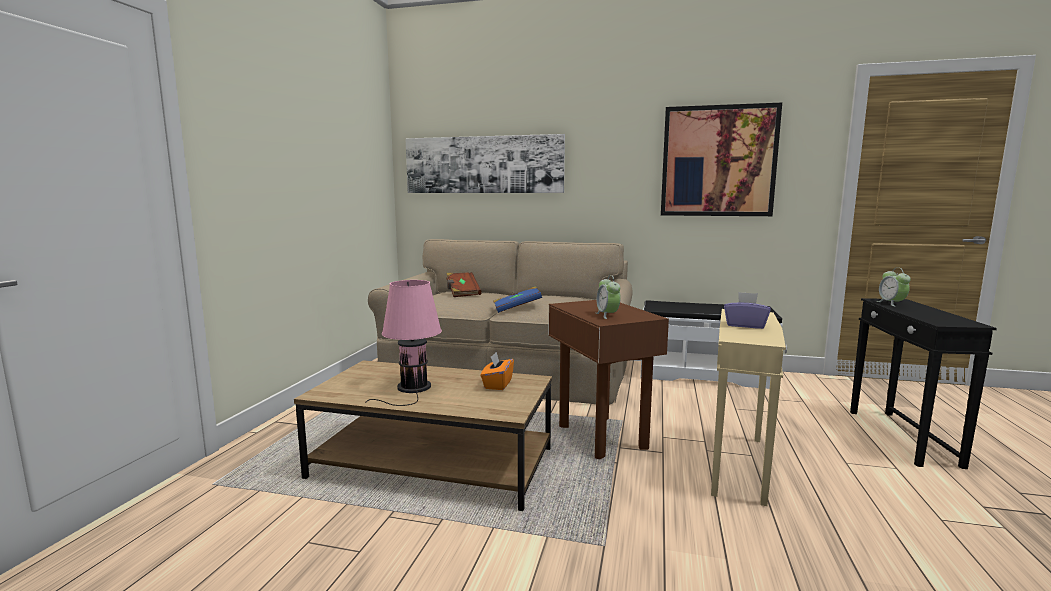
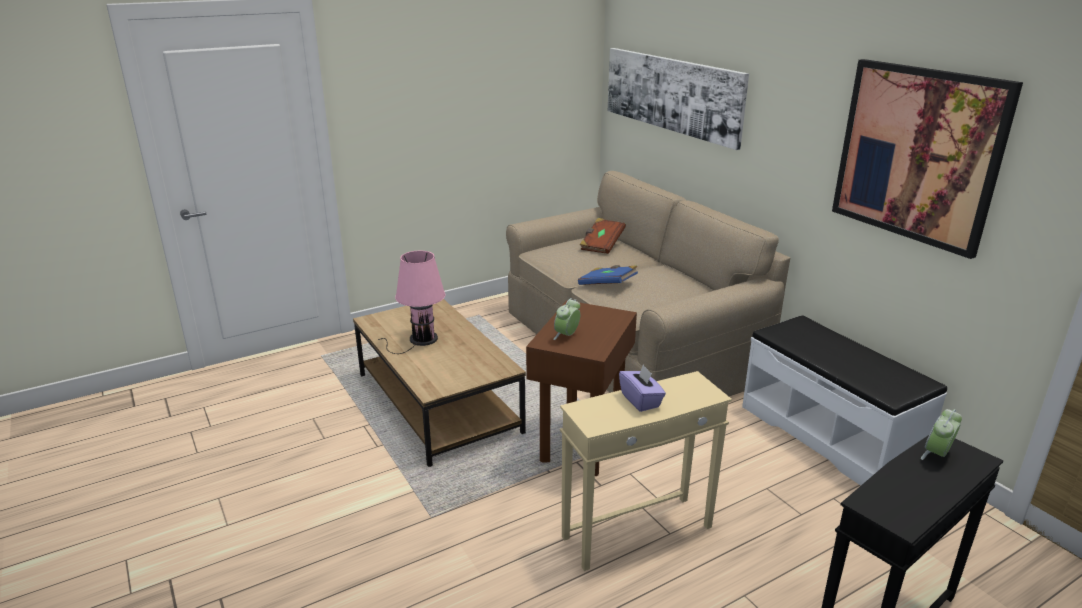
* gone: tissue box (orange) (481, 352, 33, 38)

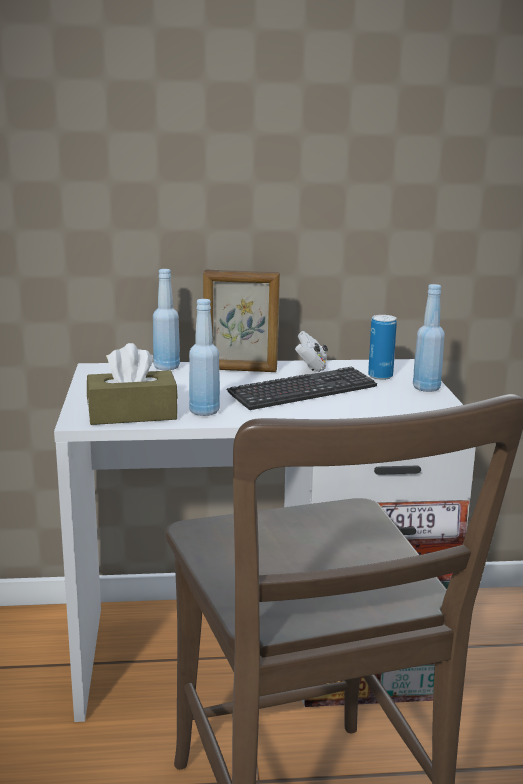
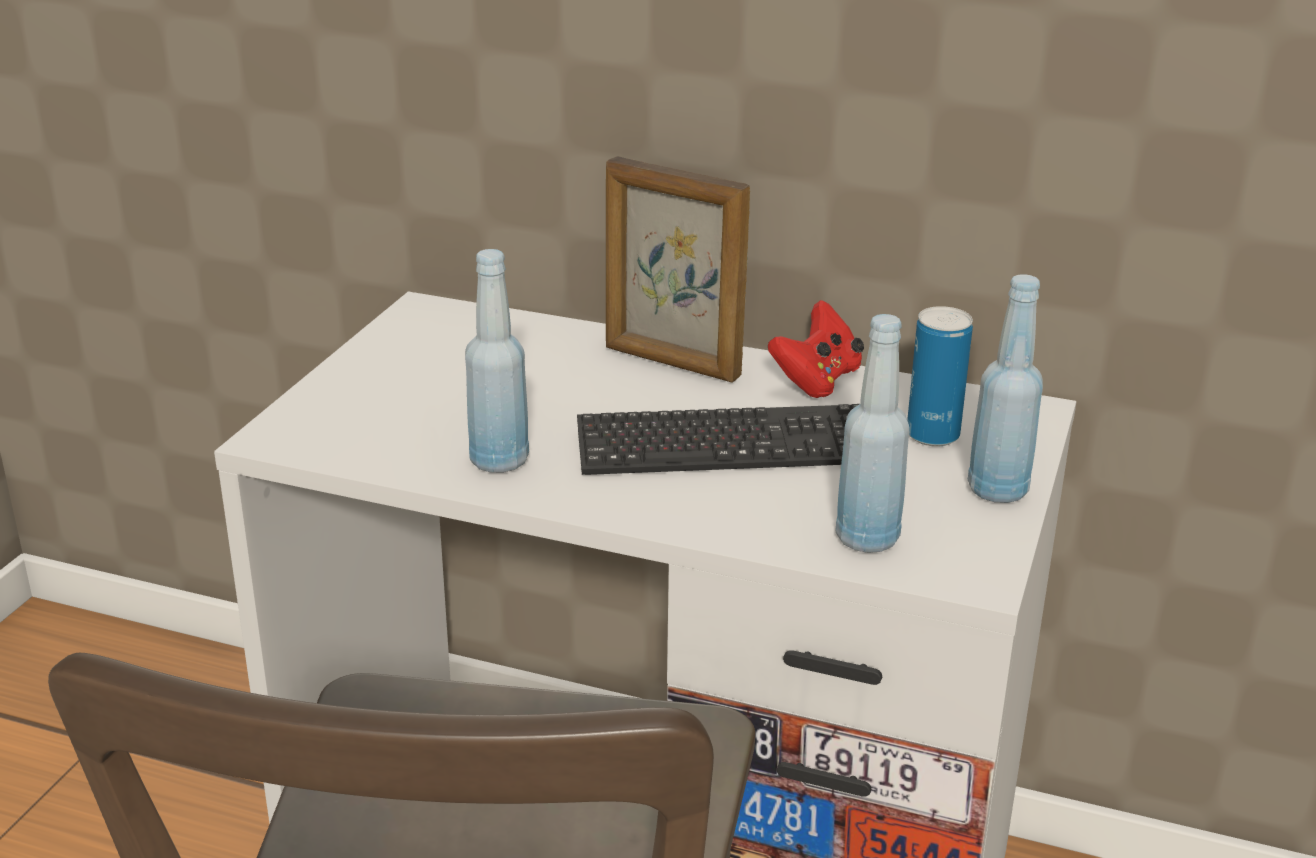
* shifted: bottle (blue) (153, 269, 27, 102) to (835, 314, 75, 239)
* repainted: game controller (white) (295, 331, 33, 41) to game controller (red) (768, 300, 96, 98)
* gone: tissue box (brown) (87, 343, 91, 82)

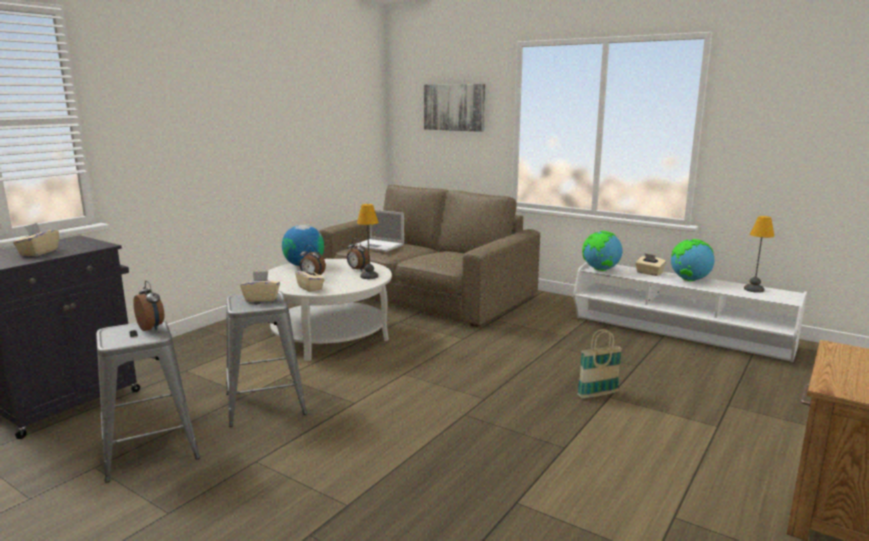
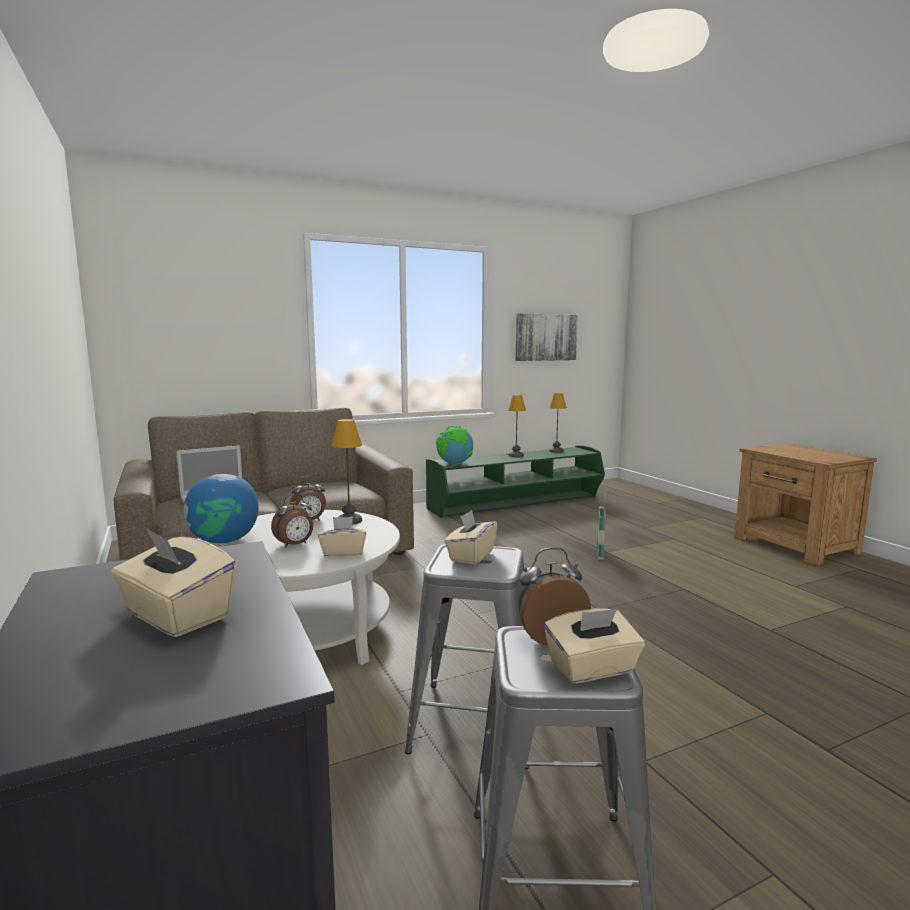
* shifted: picture (424, 84, 61, 48) to (516, 313, 62, 48)
* swapped: globe (671, 239, 43, 42) to table lamp (508, 395, 18, 62)
* shifted: tissue box (beige) (635, 253, 31, 23) to (544, 608, 101, 75)
* repainted: tv stand (white) (573, 262, 234, 100) to tv stand (green) (426, 445, 179, 73)

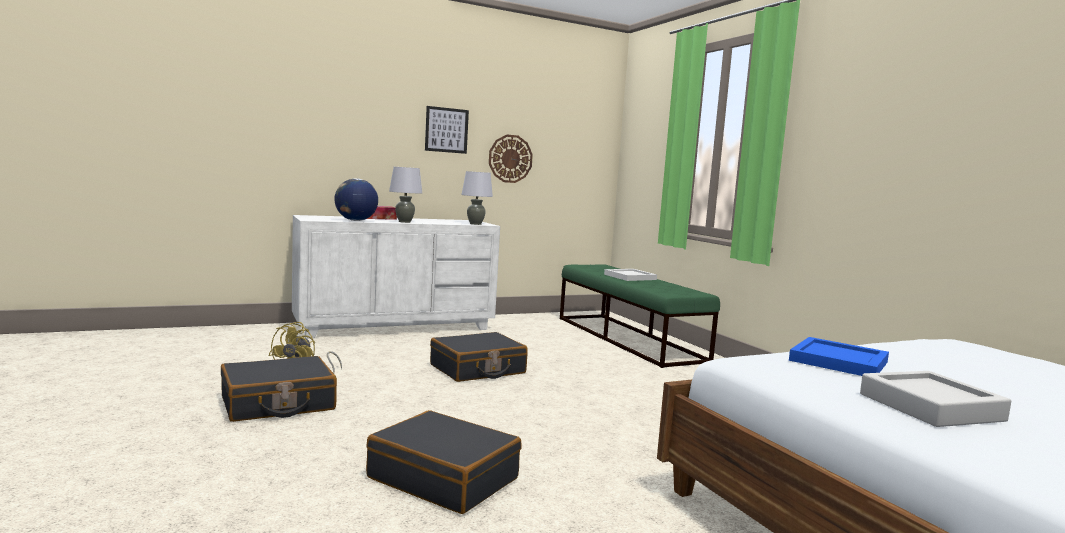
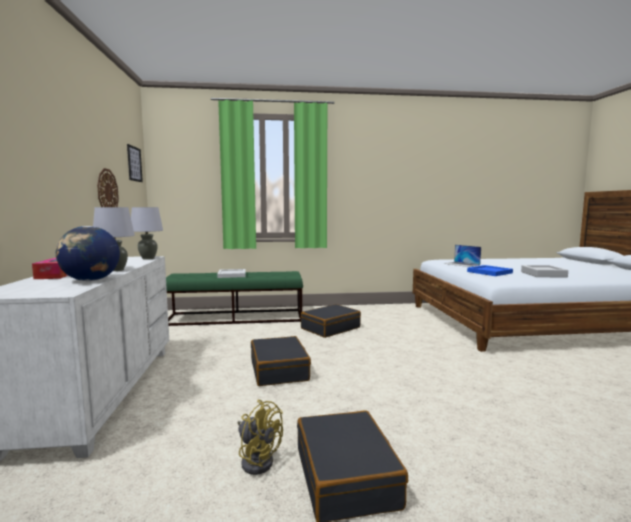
* shifted: picture (425, 106, 44, 48) to (127, 144, 16, 38)
* shifted: suitcase (black) (366, 410, 156, 104) to (301, 304, 60, 34)
* new: laptop (443, 245, 38, 22)

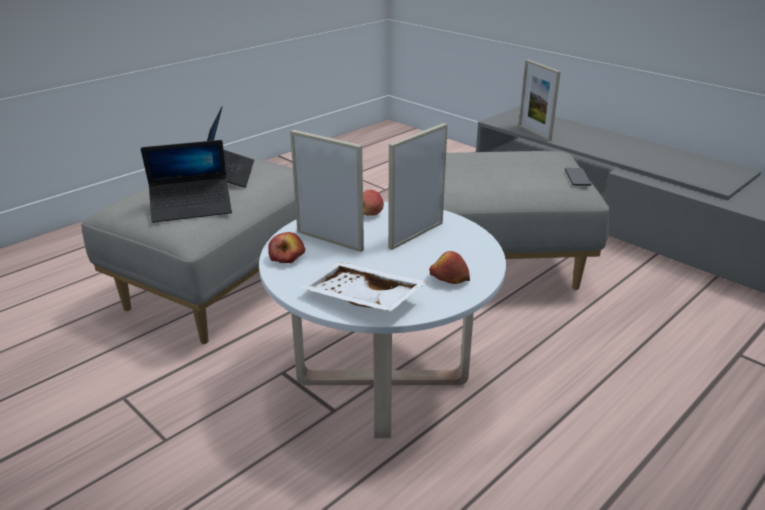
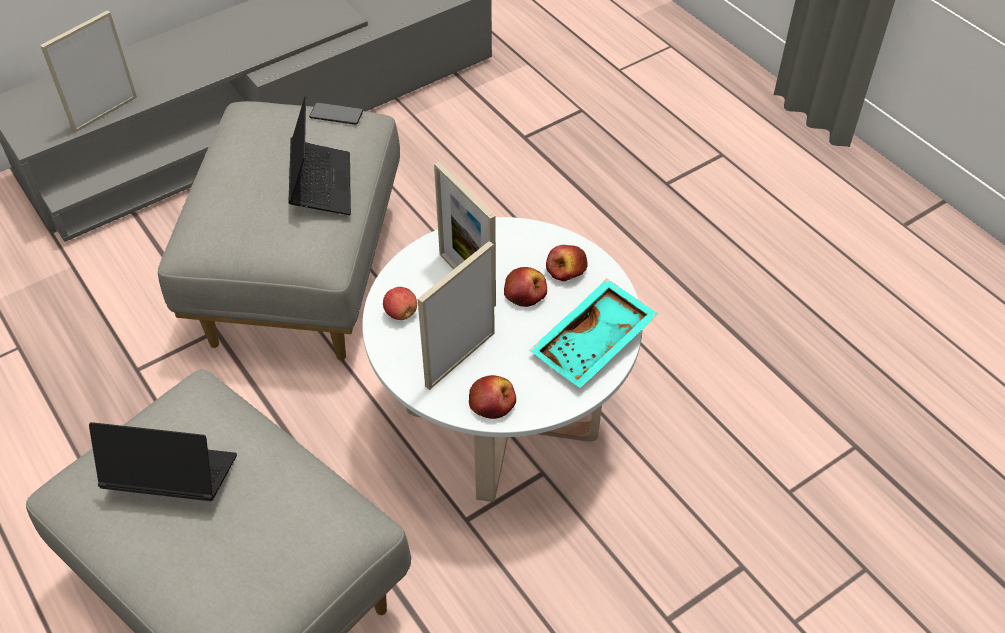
* rotated: picture frame (518, 59, 43, 82) = (40, 10, 97, 123) 150 degrees clockwise
* shifted: laptop (141, 140, 91, 83) to (288, 95, 63, 120)
* repainted: tray (white) (301, 262, 127, 50) to tray (turquoise) (529, 279, 129, 109)
* new: apple (504, 267, 43, 40)

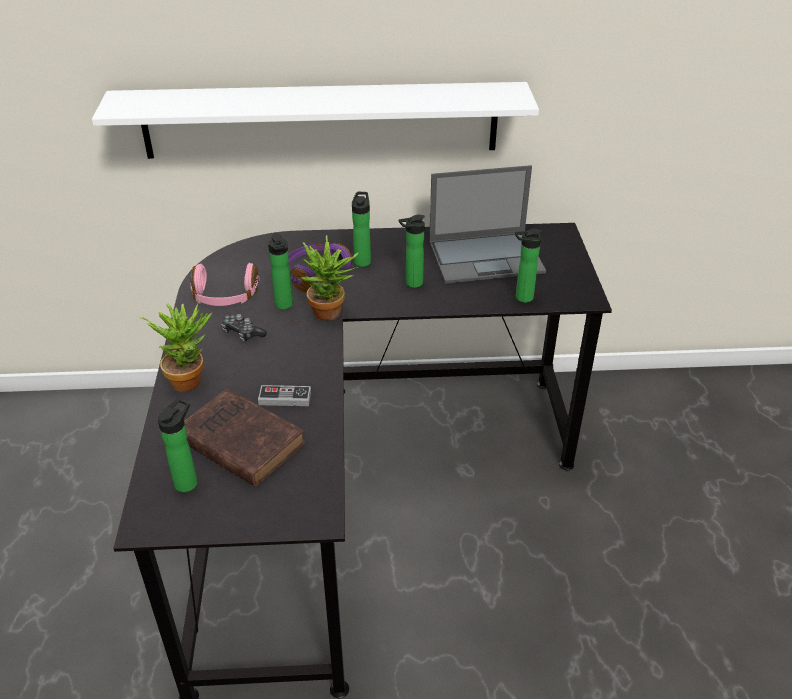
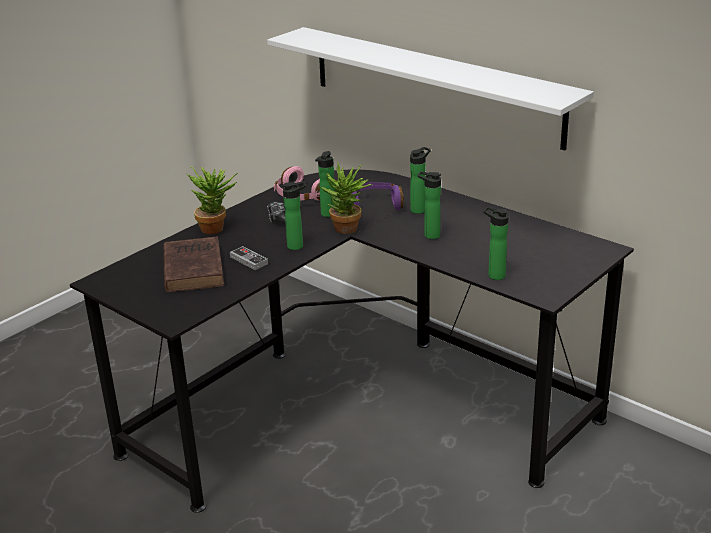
* gone: laptop (429, 165, 117, 119)
* shifted: bottle (158, 398, 39, 94) to (282, 181, 24, 69)

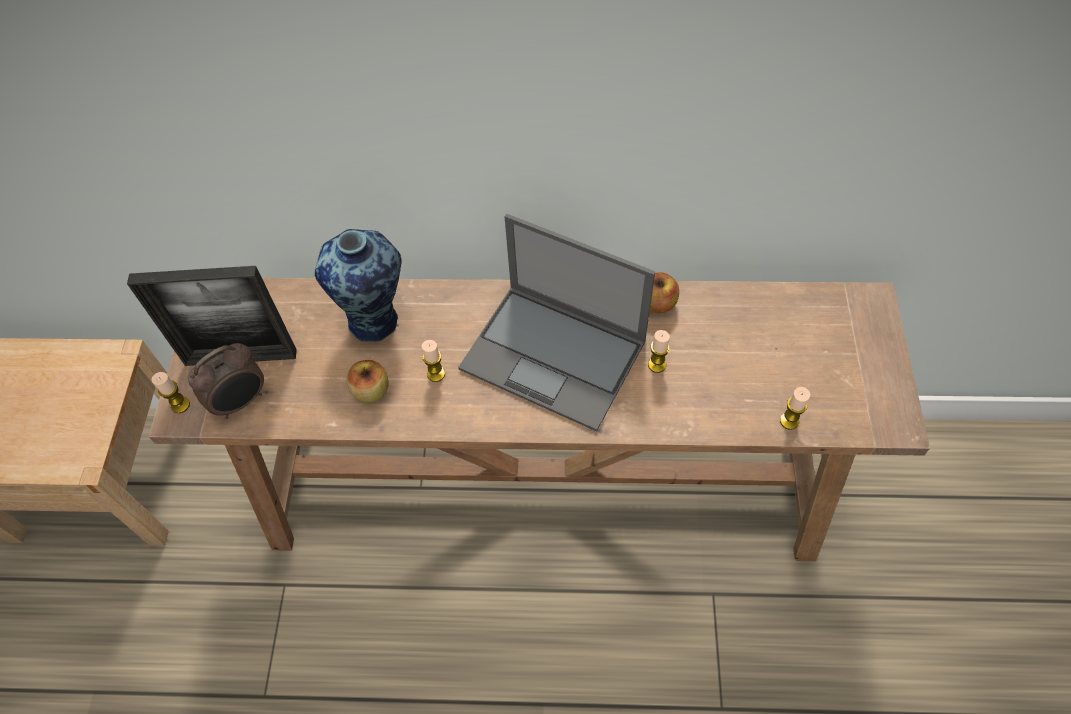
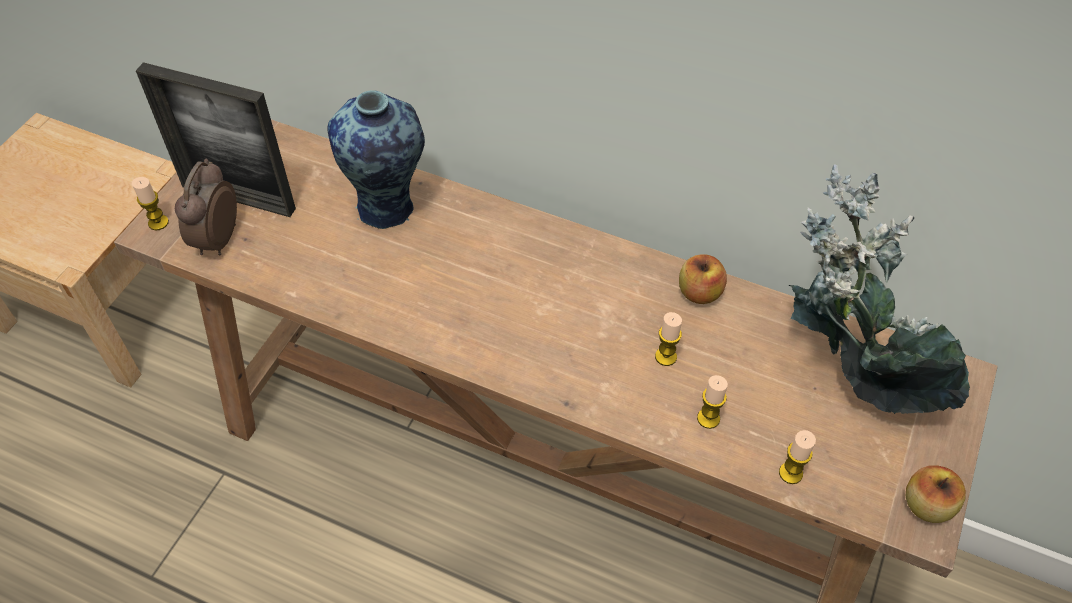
* gone: laptop (458, 214, 197, 218)
* shifted: candle (422, 340, 23, 42) to (697, 375, 31, 54)
* rotated: alarm clock (188, 343, 76, 76) = (175, 159, 62, 97) 120 degrees clockwise
* shifted: apple (347, 360, 42, 43) to (906, 465, 60, 58)
* new: potted plant (789, 164, 181, 250)

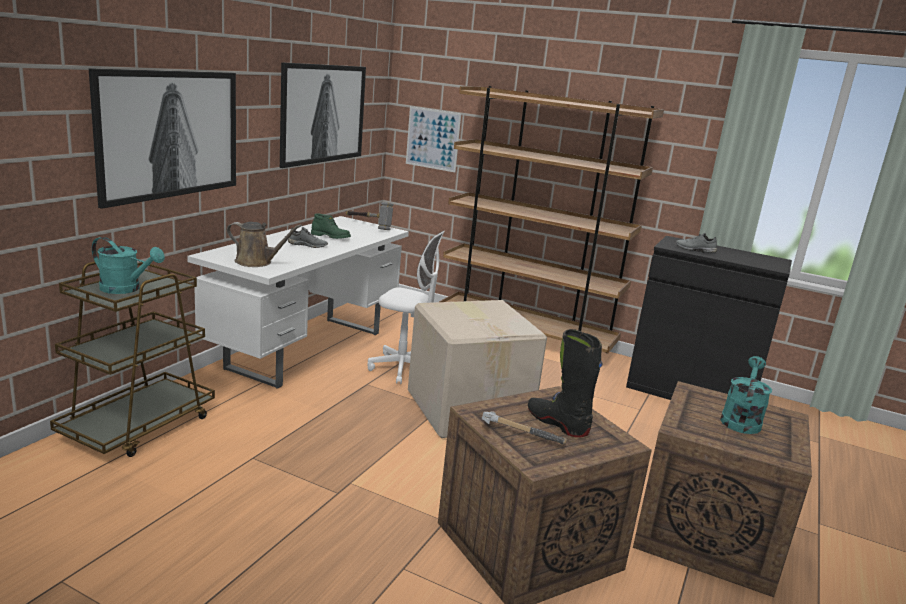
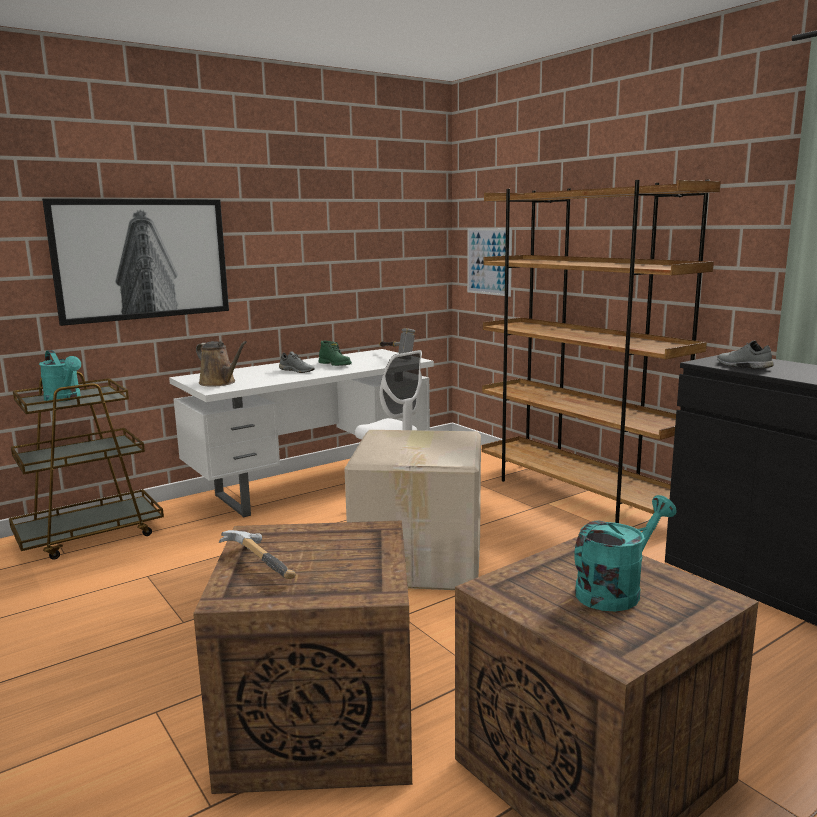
* gone: picture (280, 62, 86, 106)
* gone: boot (black) (528, 329, 75, 108)

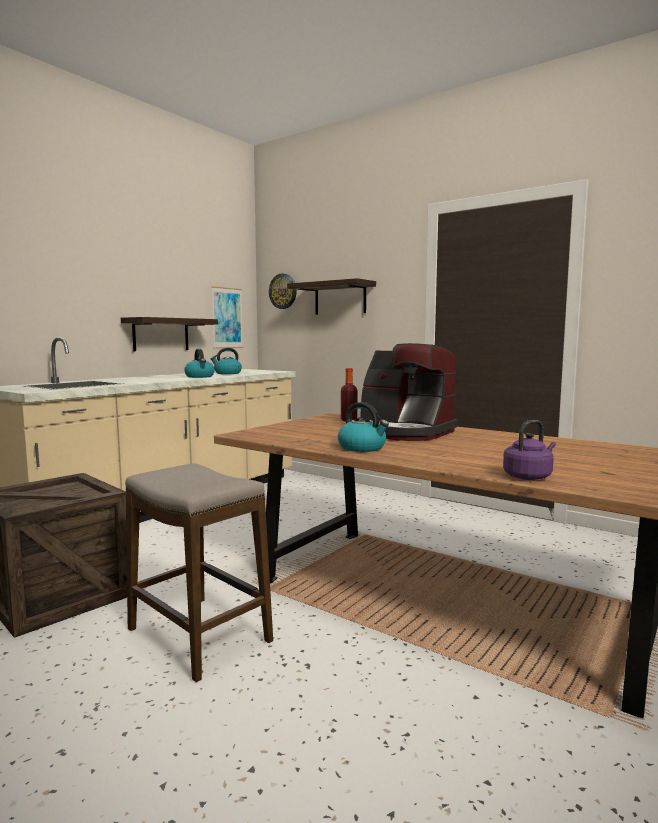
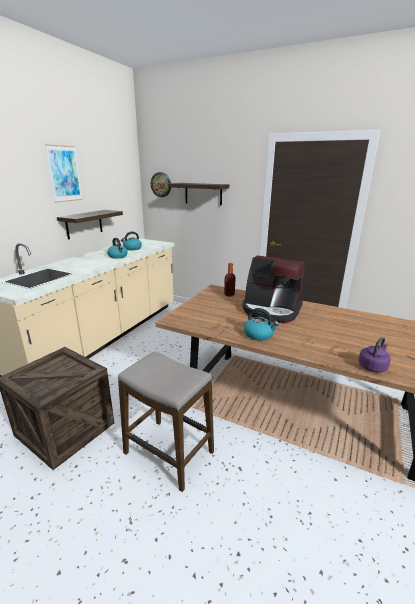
* shifted: picture (211, 286, 32, 63) to (45, 144, 38, 58)

